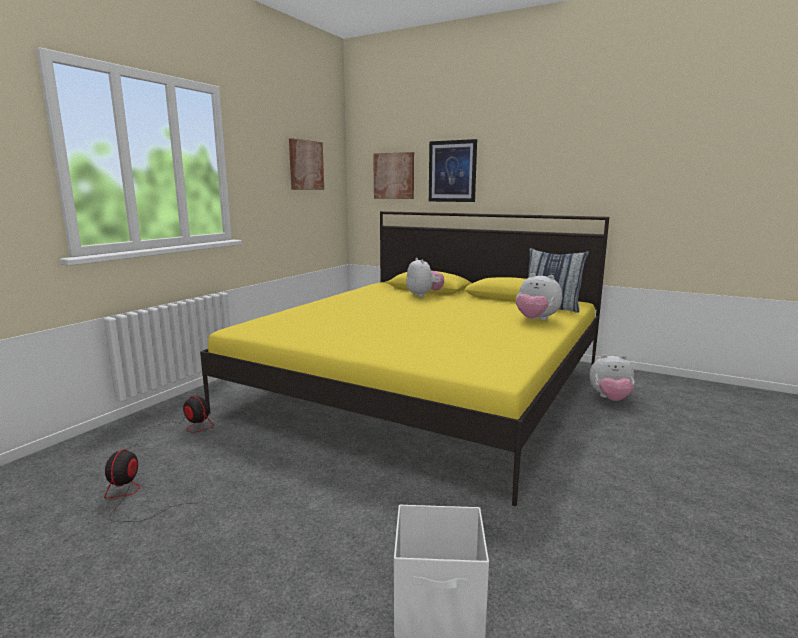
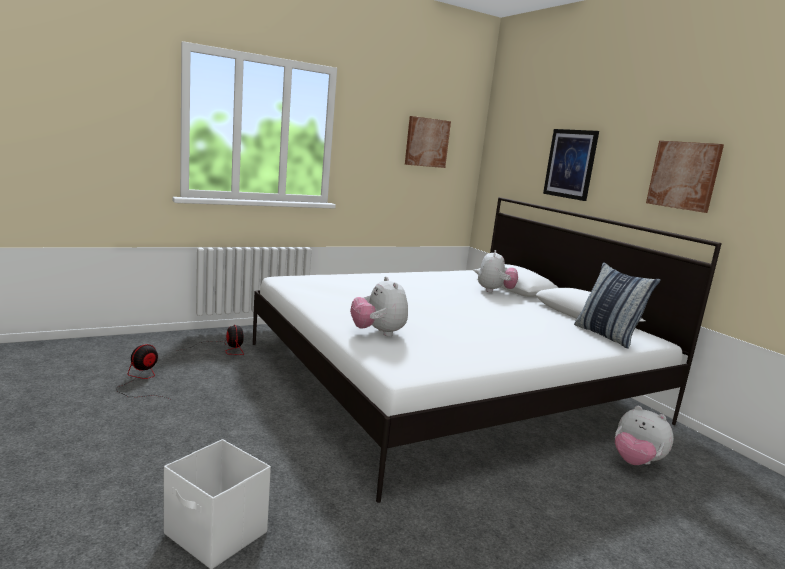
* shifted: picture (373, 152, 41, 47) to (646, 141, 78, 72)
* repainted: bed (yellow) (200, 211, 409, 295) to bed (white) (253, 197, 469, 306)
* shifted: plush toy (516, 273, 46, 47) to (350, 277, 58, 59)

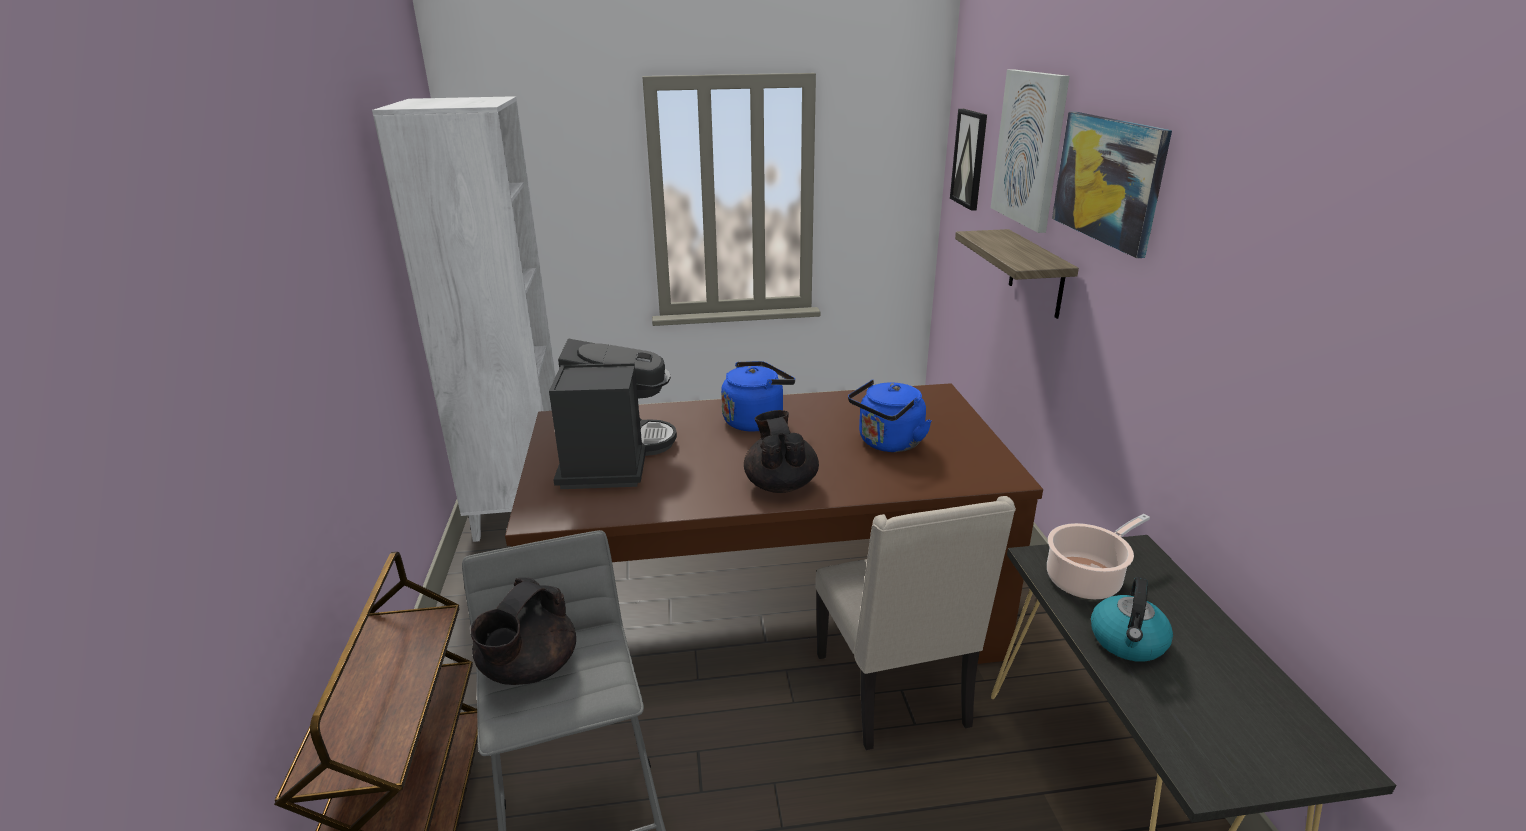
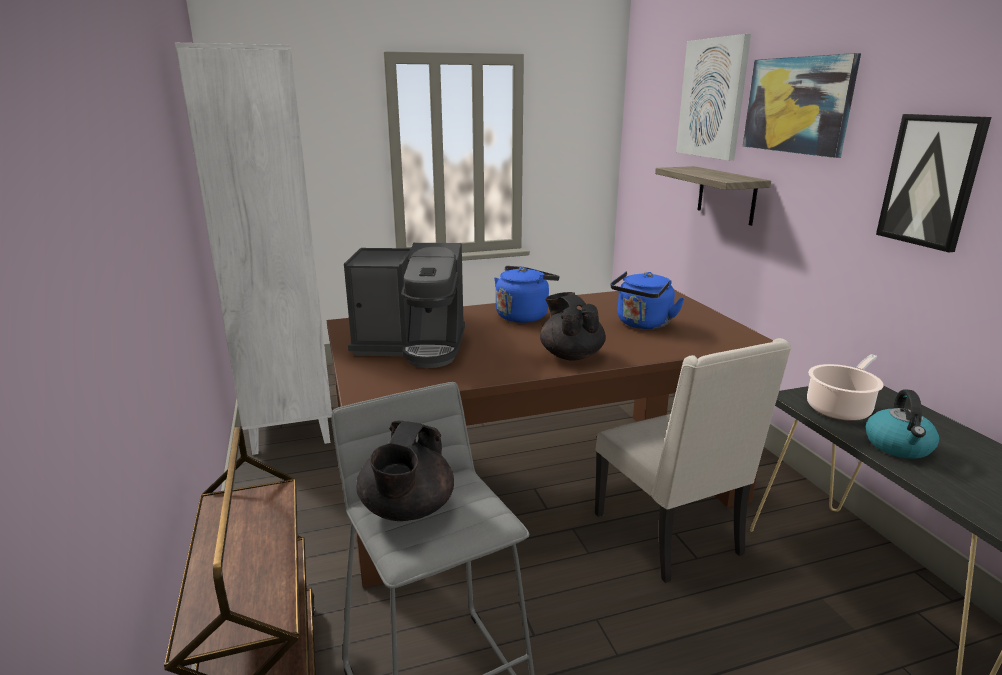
* shifted: picture (950, 109, 37, 102) to (876, 114, 115, 138)
* rotated: coffee machine (549, 339, 128, 150) = (344, 243, 121, 125) 105 degrees clockwise

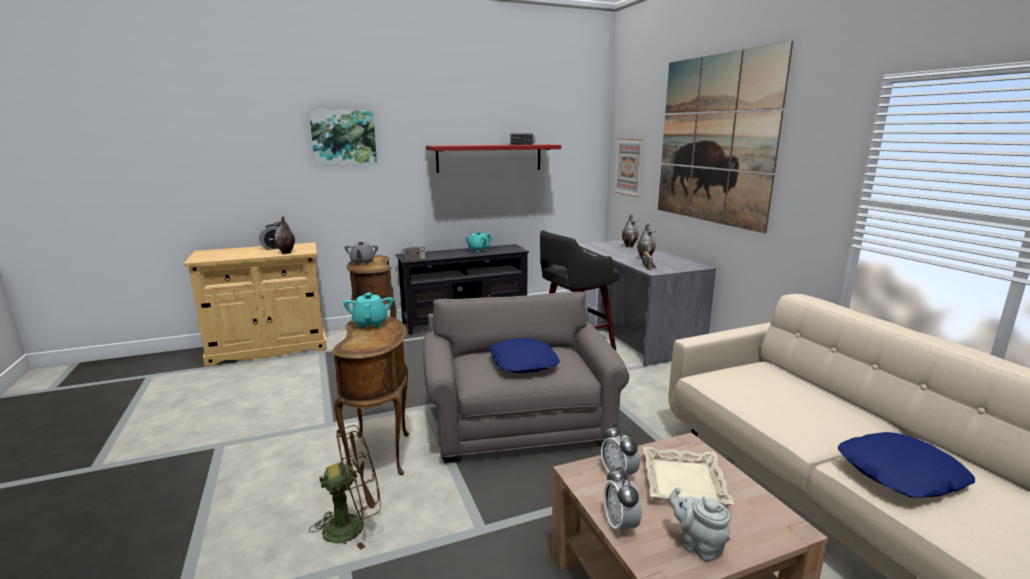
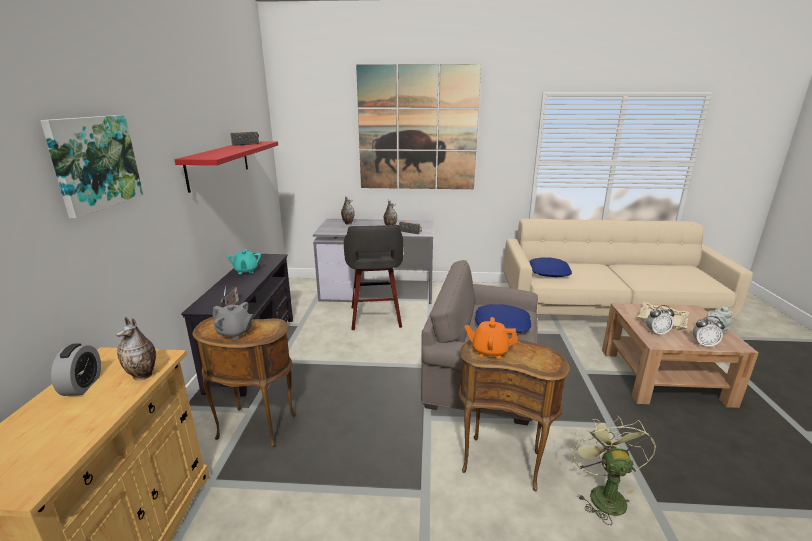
* gone: picture (614, 138, 29, 59)
* repainted: teapot (turquoise) (343, 292, 50, 37) to teapot (orange) (465, 317, 53, 42)
* repainted: fan (brown) (309, 425, 72, 125) to fan (green) (571, 415, 85, 110)
* shifted: pillow (blue) (838, 432, 137, 66) to (530, 257, 42, 20)

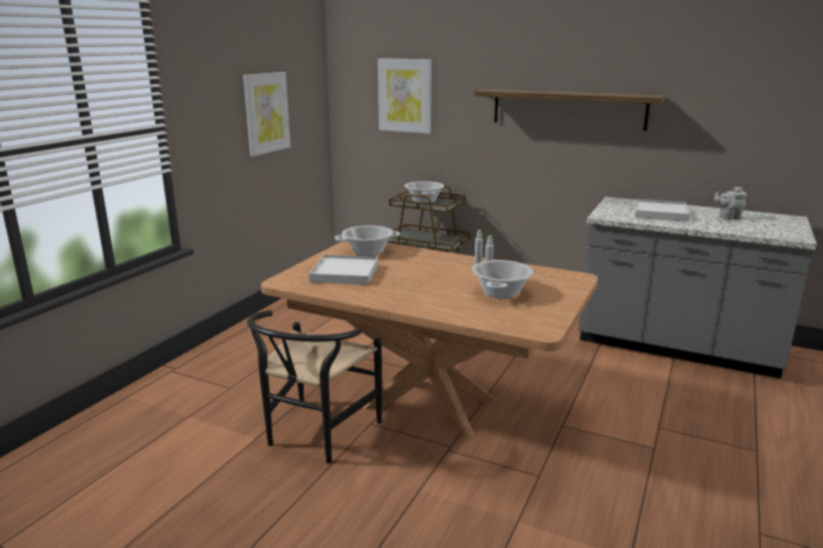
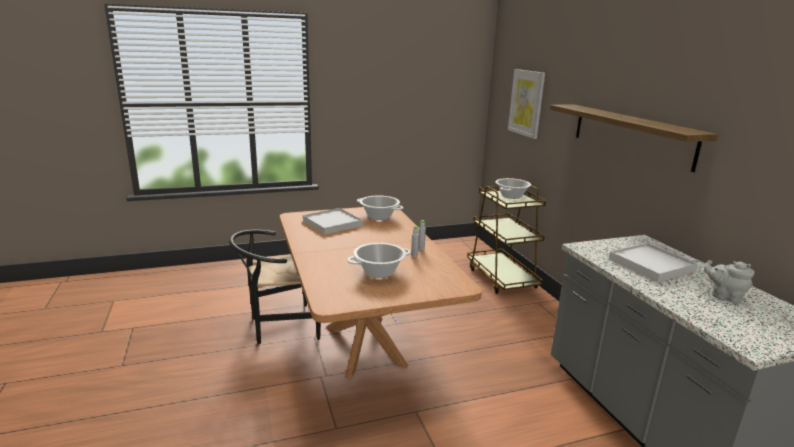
* gone: picture (243, 72, 48, 84)

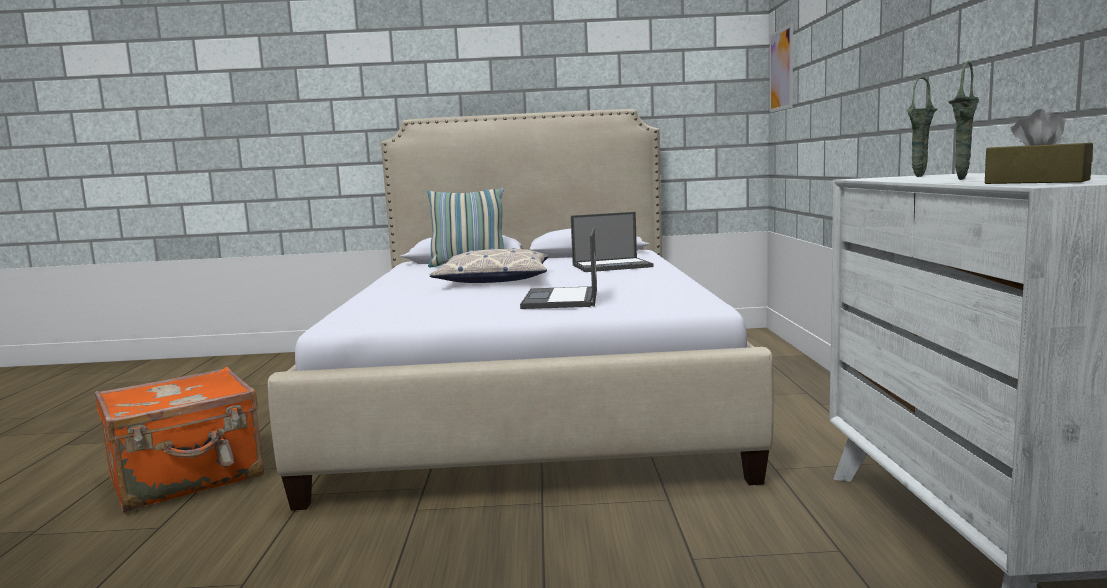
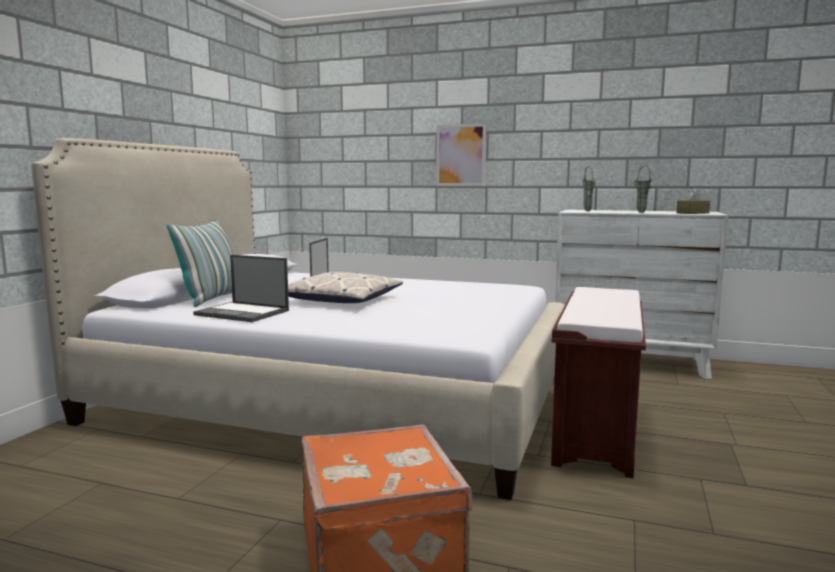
* shifted: picture (769, 23, 24, 90) to (436, 124, 50, 62)
* shifted: laptop (520, 227, 77, 82) to (193, 255, 96, 67)
* new: bench (brown) (551, 287, 95, 191)

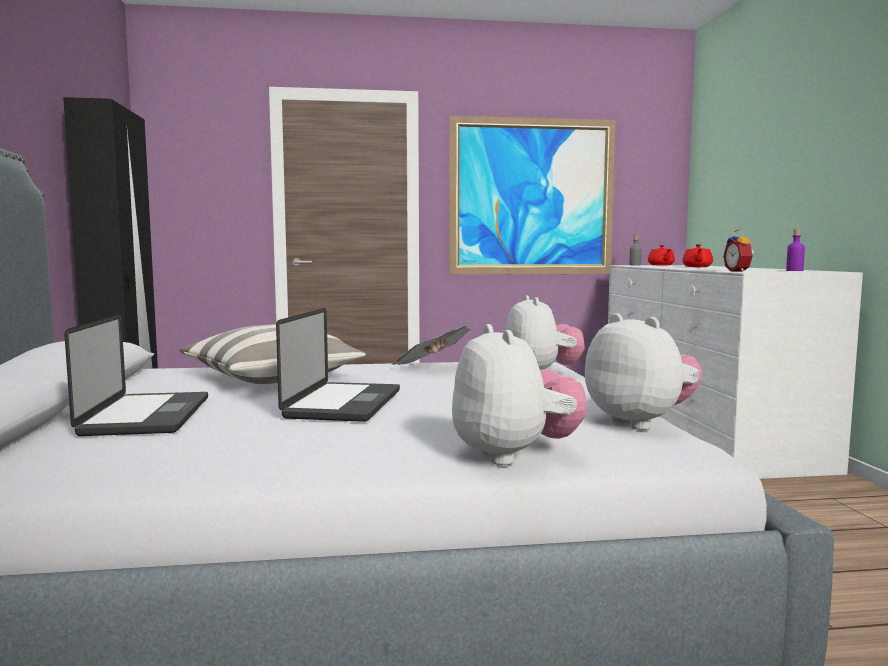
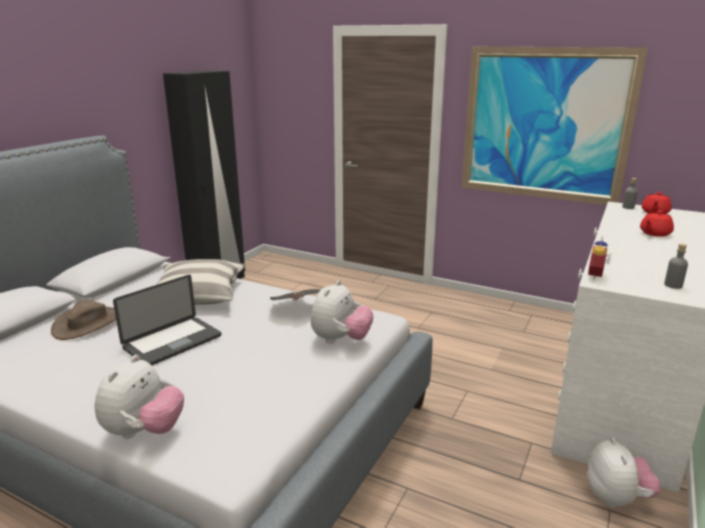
* repainted: bottle (purple) (786, 229, 19, 42) to bottle (grey) (664, 244, 24, 45)
* shifted: plush toy (585, 313, 117, 117) to (588, 437, 72, 70)
* swapped: laptop (64, 314, 144, 122) to hat (brown) (51, 300, 65, 40)

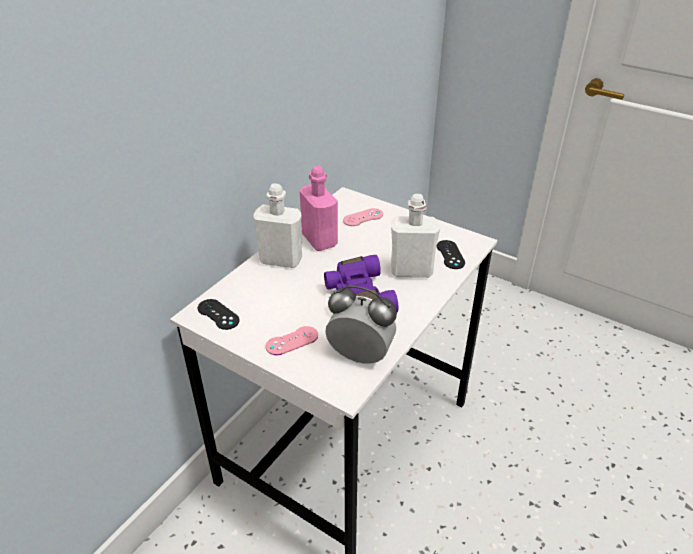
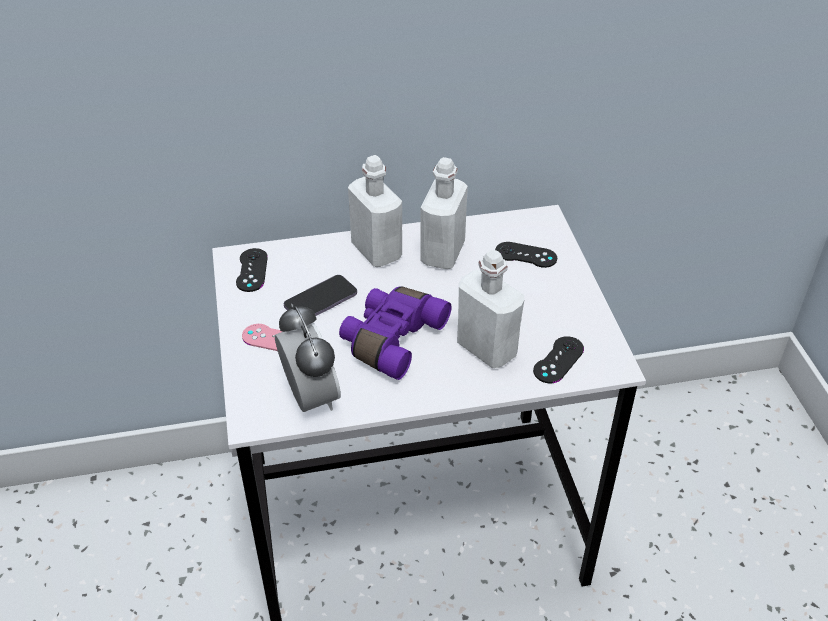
* repainted: bottle (pink) (299, 165, 39, 86) to bottle (white) (420, 157, 48, 112)
* repainted: game controller (pink) (343, 208, 40, 18) to game controller (black) (495, 242, 62, 26)
* new: phone (284, 275, 73, 41)

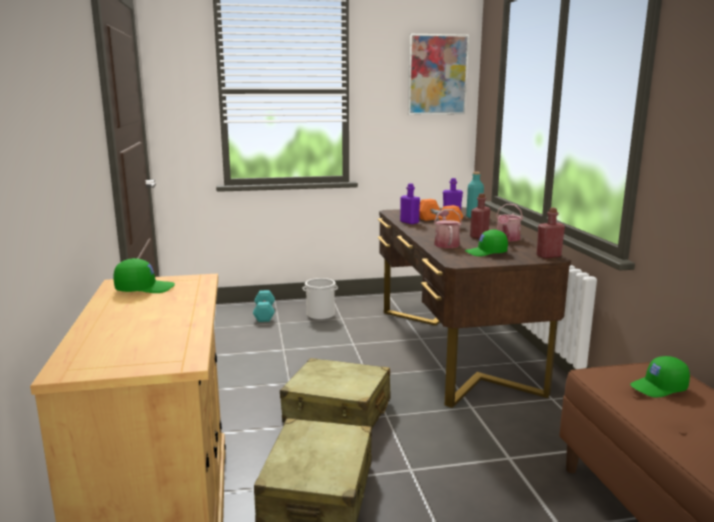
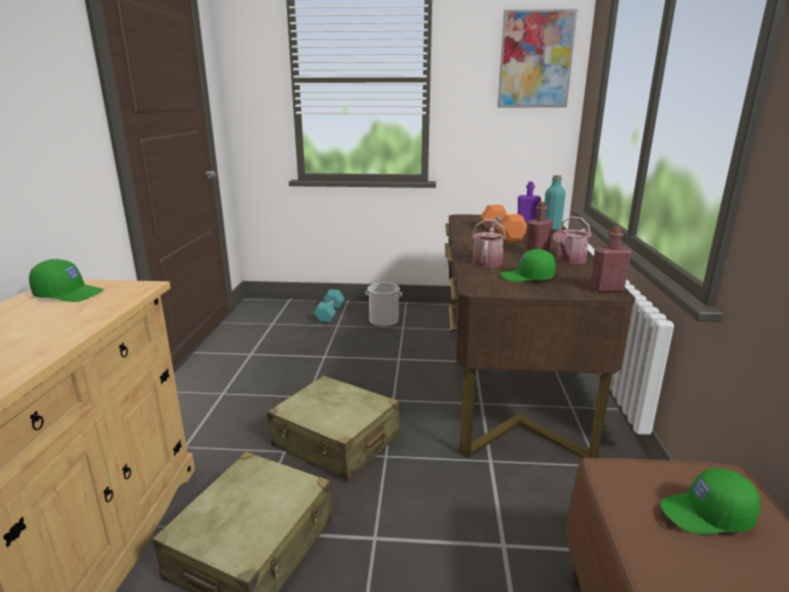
* gone: bottle (purple) (400, 183, 20, 41)

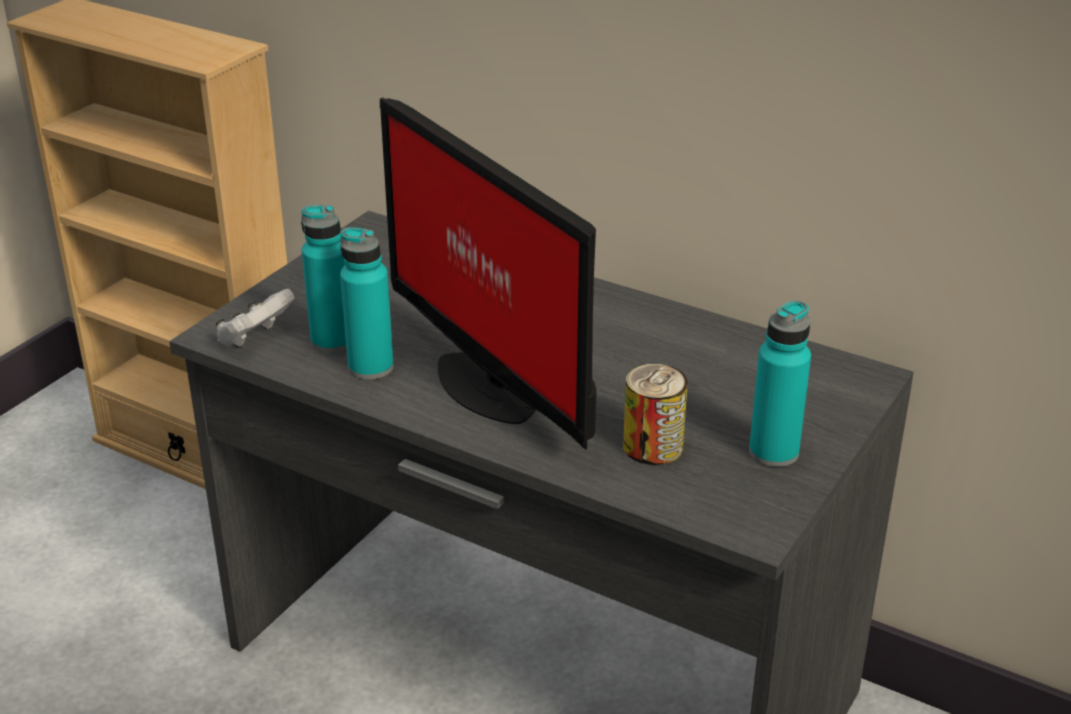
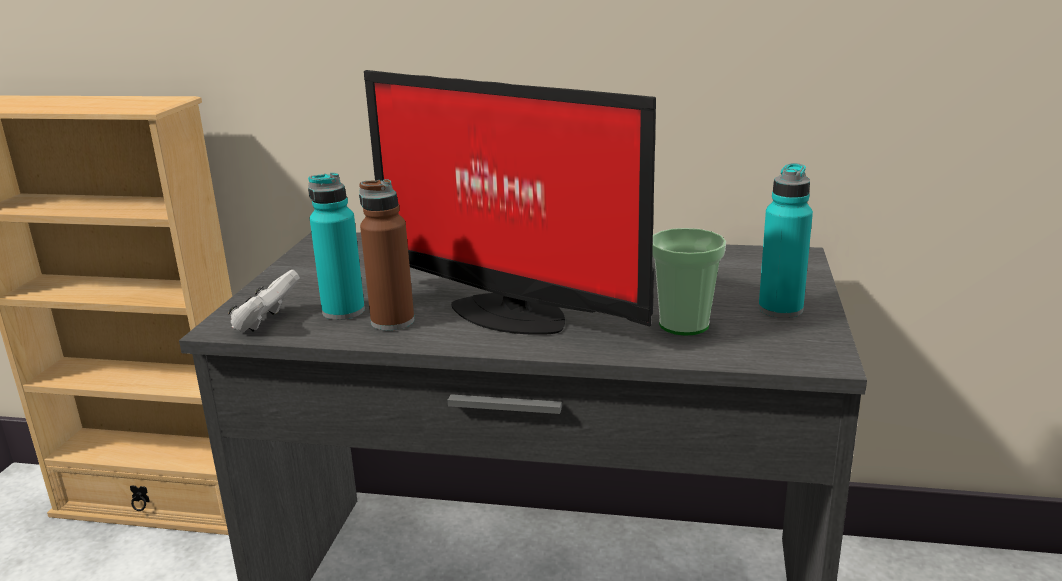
* repainted: bottle (turquoise) (340, 227, 54, 153) to bottle (brown) (359, 179, 55, 152)
* swapped: can (623, 364, 64, 101) to cup (652, 228, 74, 107)

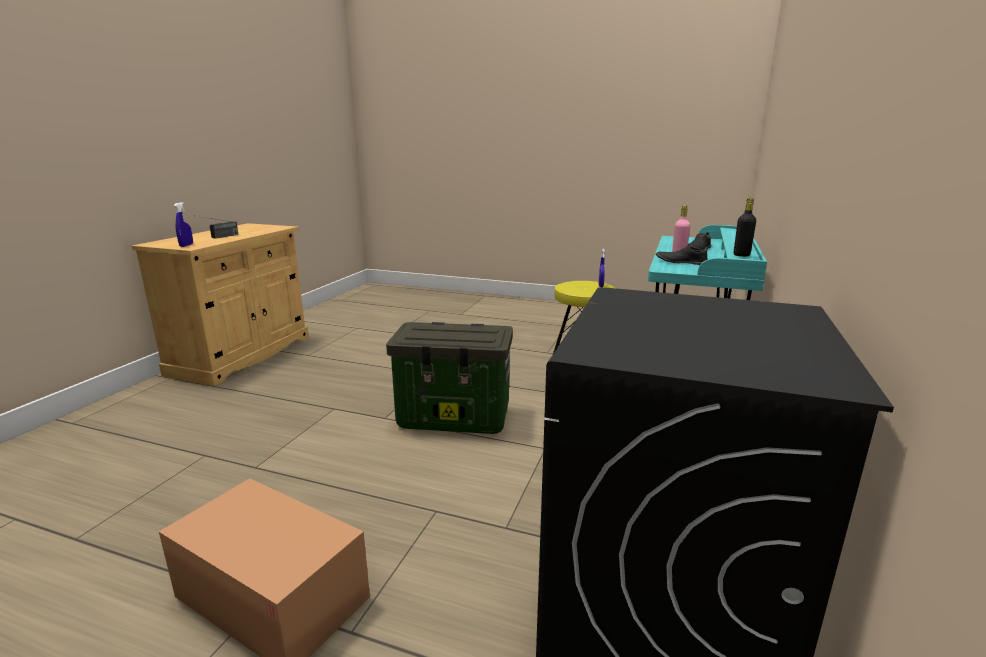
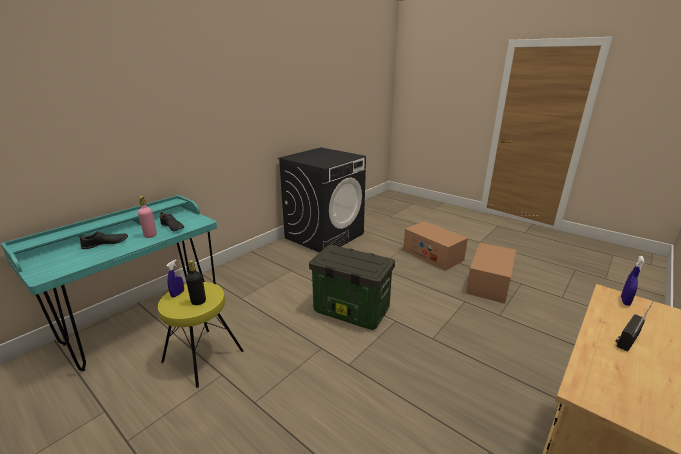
* shifted: bottle (black) (734, 198, 22, 59) to (186, 260, 20, 45)
* new: cardboard box (466, 243, 50, 61)

